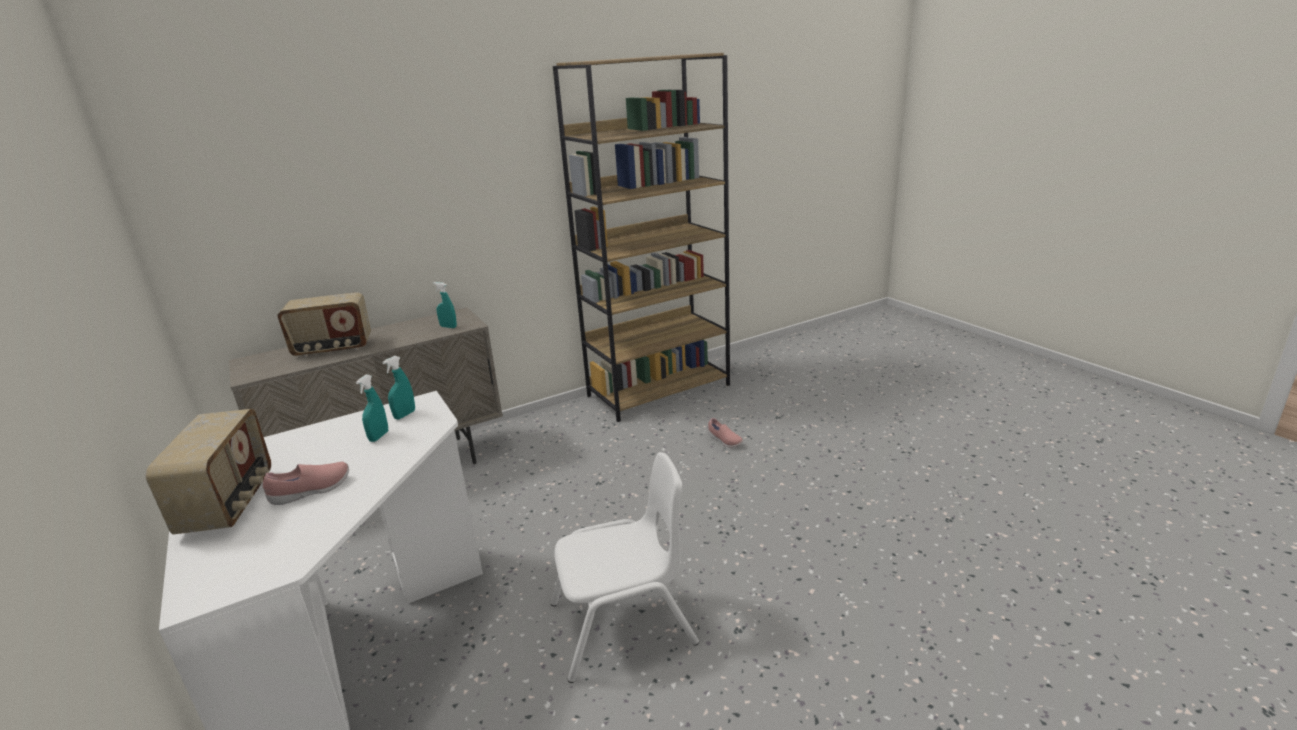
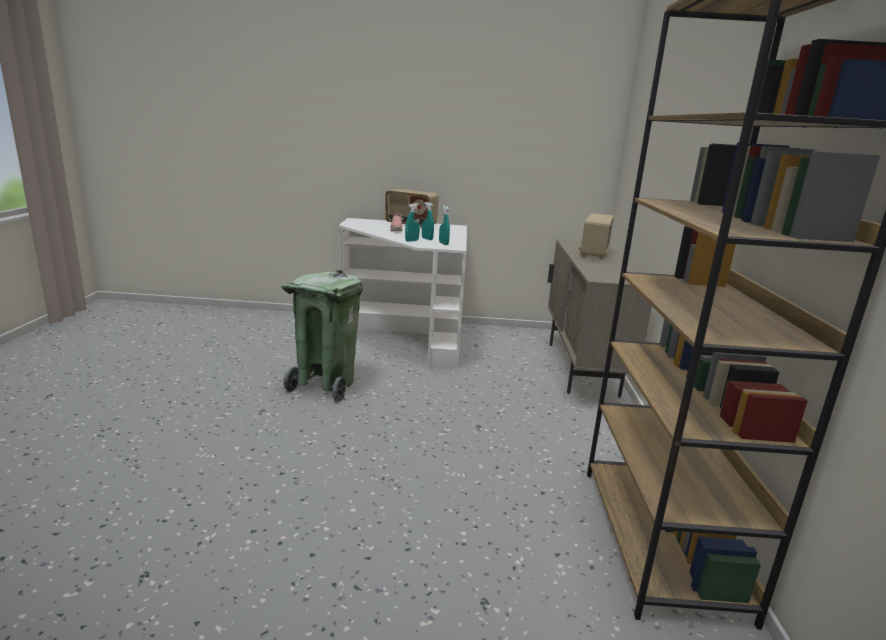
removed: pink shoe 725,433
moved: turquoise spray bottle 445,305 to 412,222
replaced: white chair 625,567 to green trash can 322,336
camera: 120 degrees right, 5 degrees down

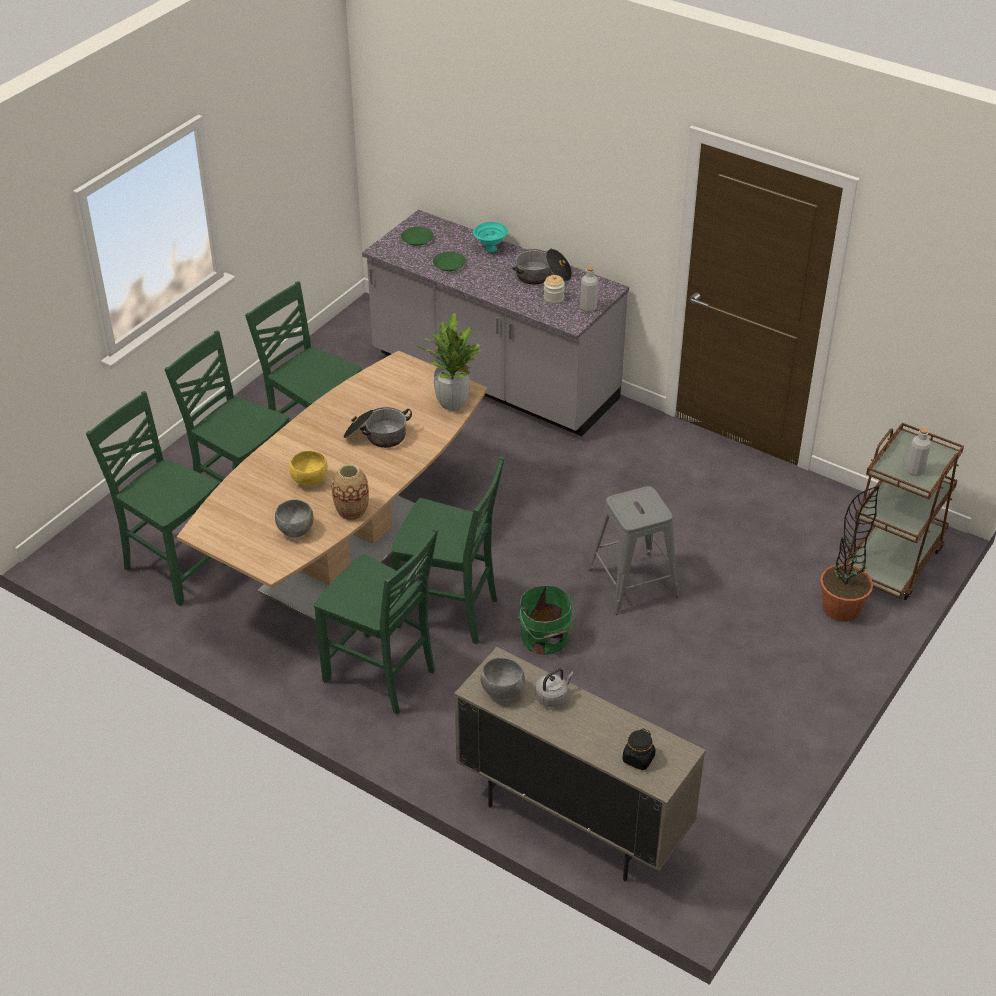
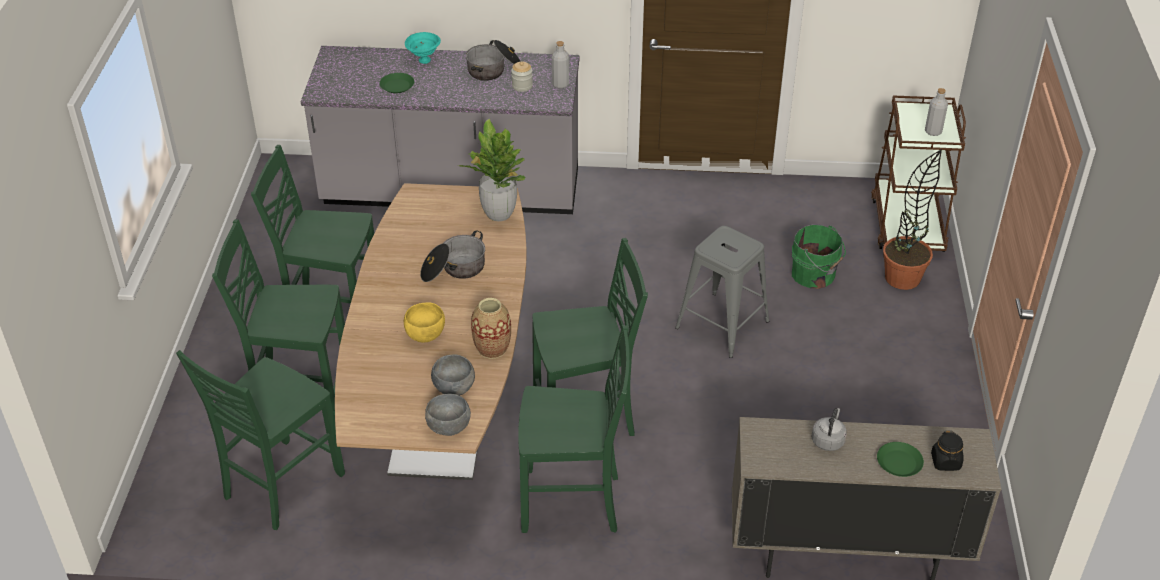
moved: green plate 417,236 to 900,459; grey bowl 502,679 to 448,415; green bucket 547,620 to 819,256
turned: green chair 156,498 = 260,440 60 degrees counterclockwise
camera: 30 degrees left, 0 degrees up

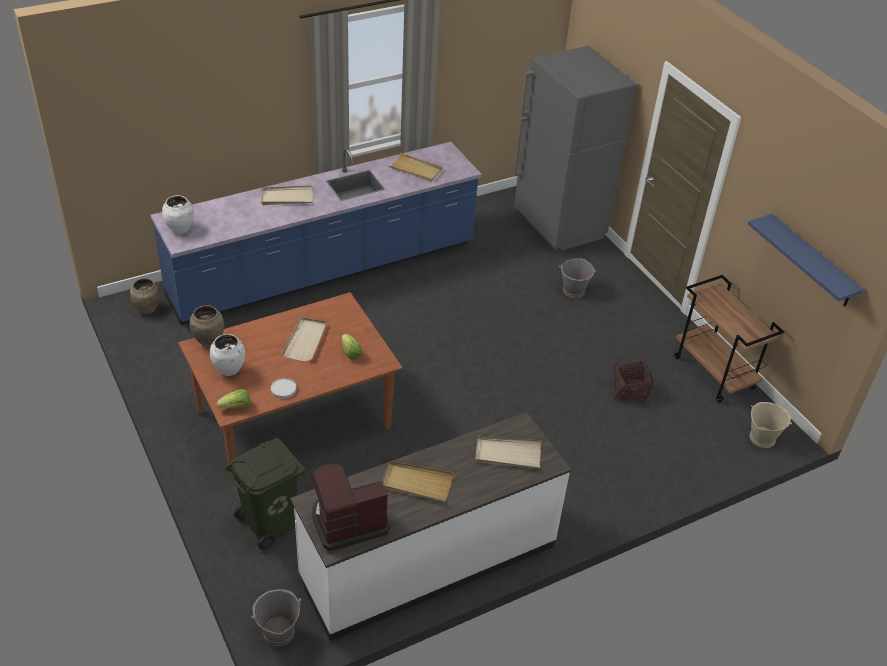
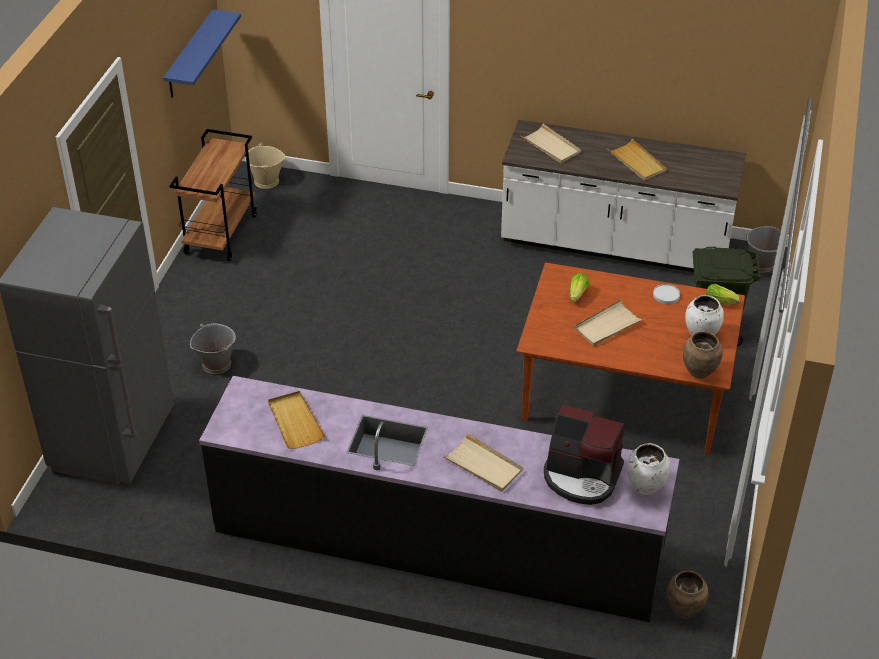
removed: basket 634,379
moved: coffee machine 351,507 to 584,454
recoloured: blue counter 316,233 to black counter 439,499
camera: 135 degrees left, 0 degrees up

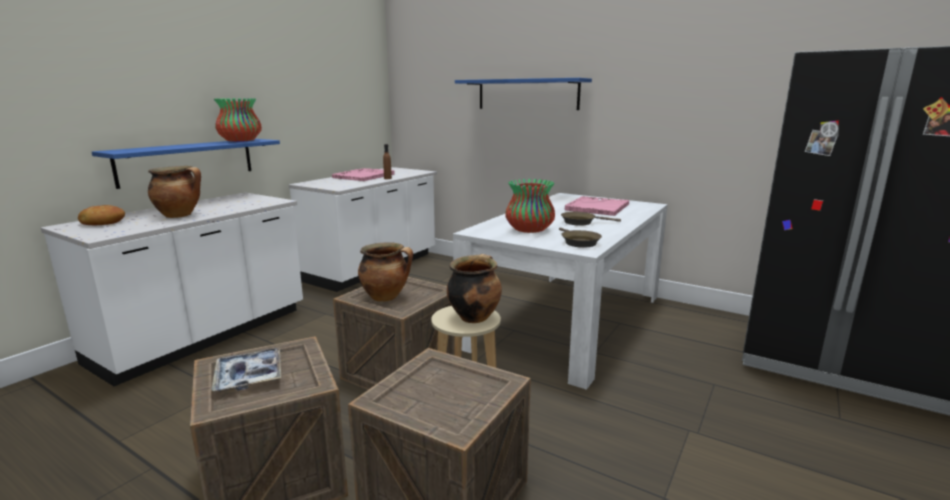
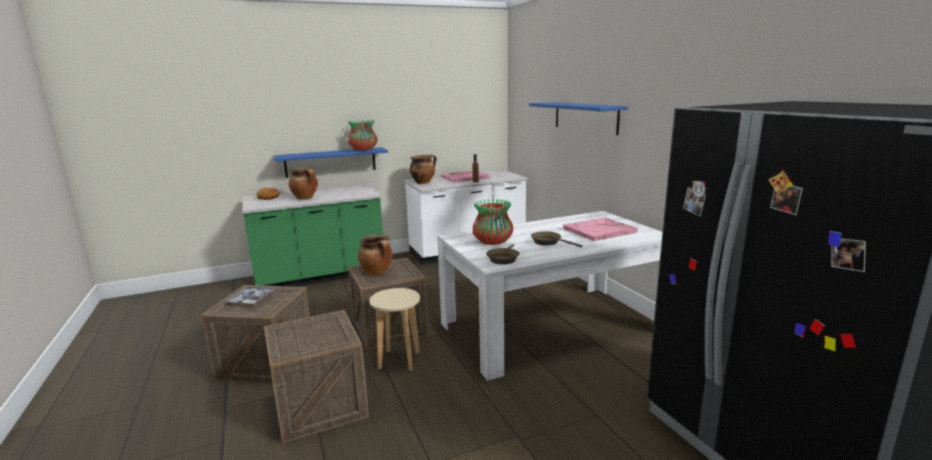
moved: cooking pot 474,288 to 423,169
recoloured: white counter 172,289 to green counter 312,235
camera: 35 degrees right, 0 degrees up

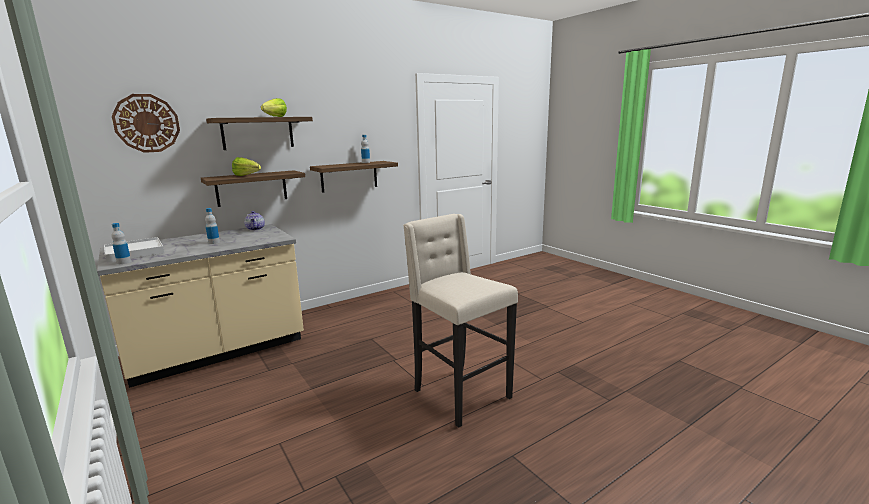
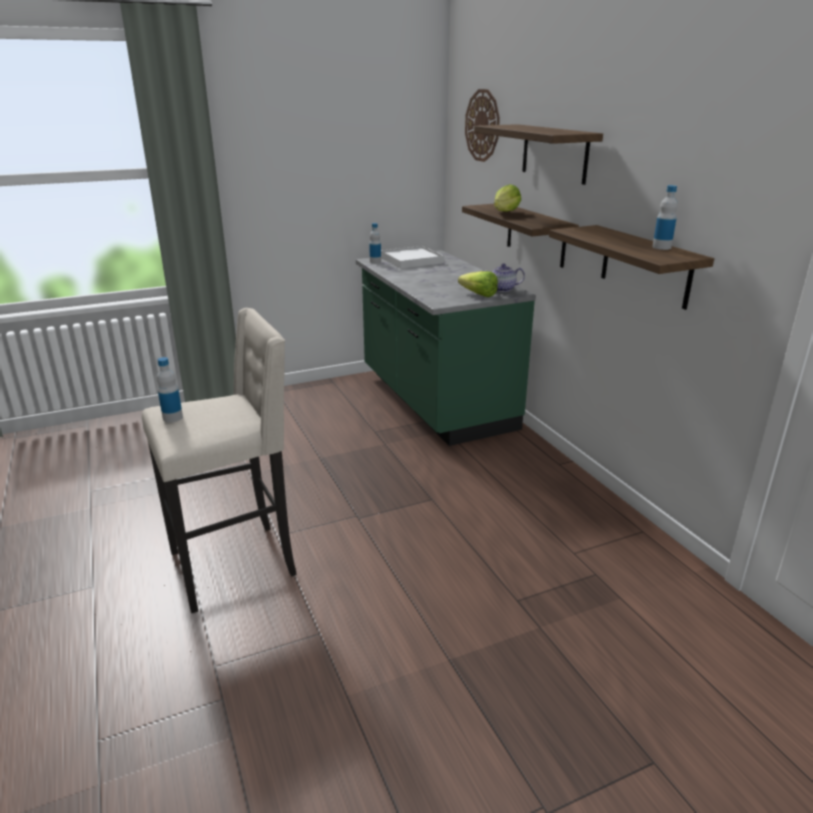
moved: bottle 212,226 to 170,390; lettuce 274,107 to 478,284
recoloured: beige counter 200,306 to green counter 446,348
camera: 100 degrees right, 10 degrees up

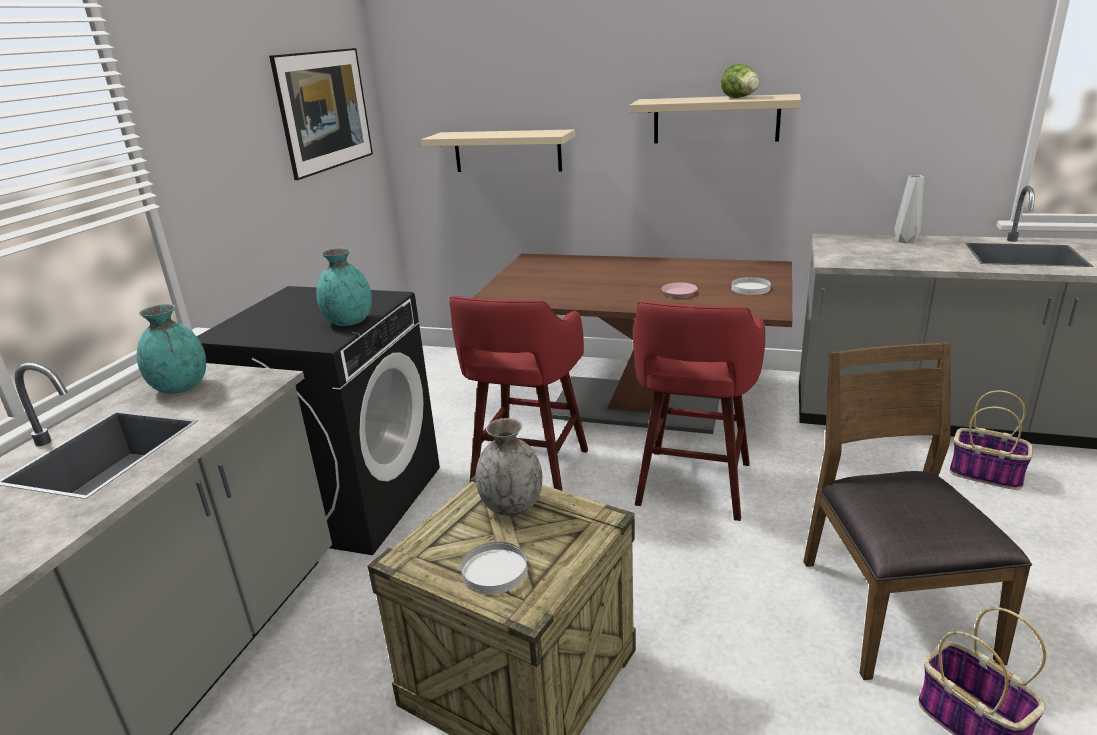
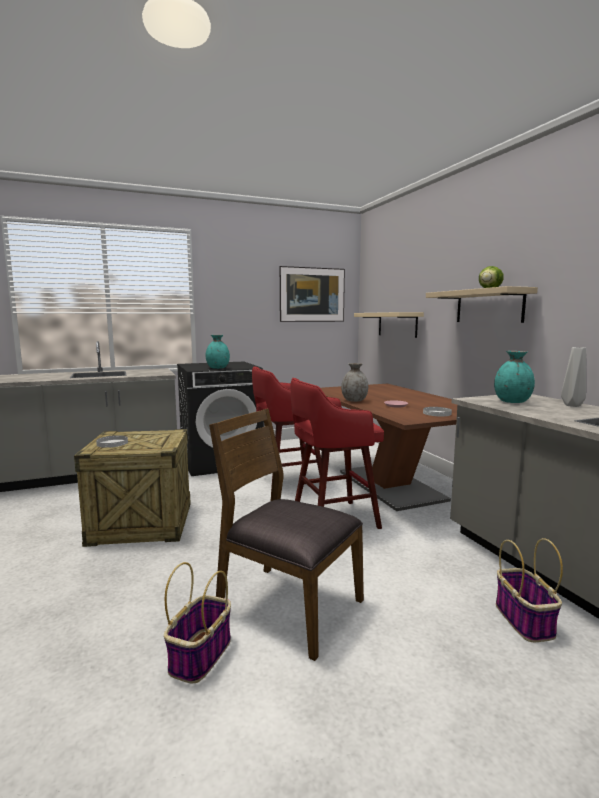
moved: turquoise vase 171,349 to 514,377; grey vase 509,467 to 354,382
turned: brown chair 917,511 = 286,534 105 degrees counterclockwise
camera: 50 degrees right, 15 degrees down

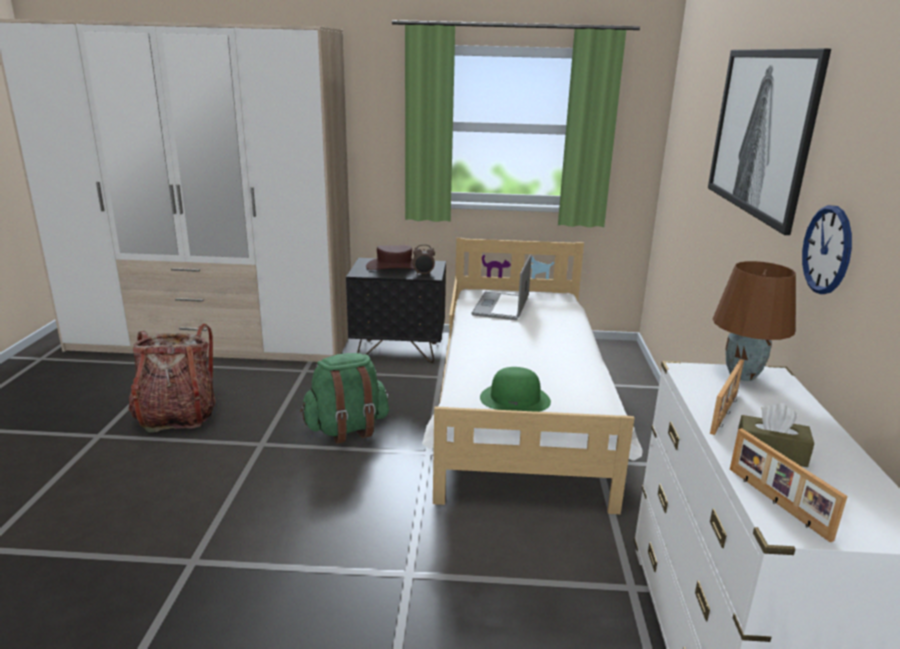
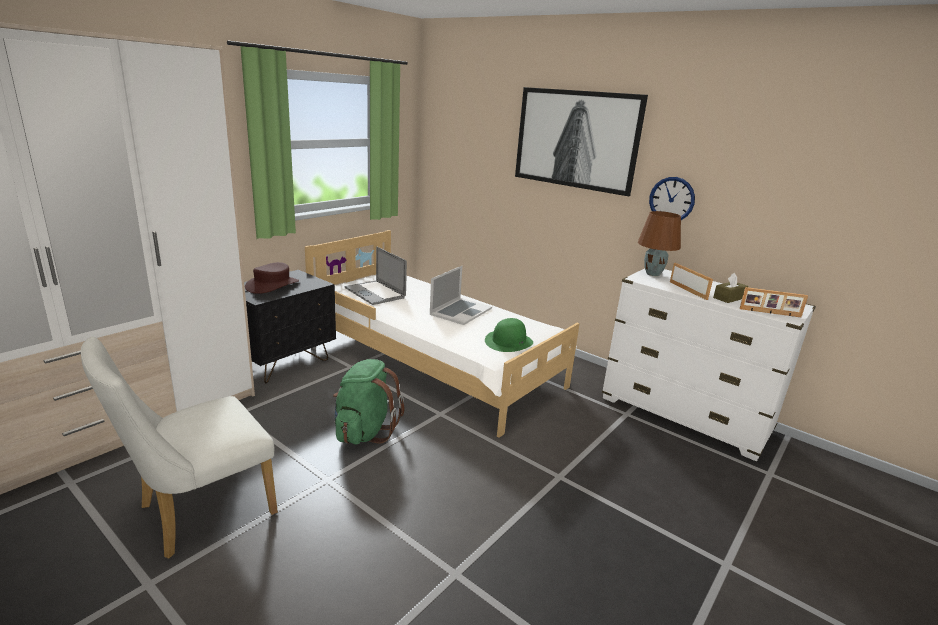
removed: alarm clock 423,259
added: laptop 461,295
replaced: backpack 172,378 to white chair 179,448
camera: 55 degrees left, 0 degrees up

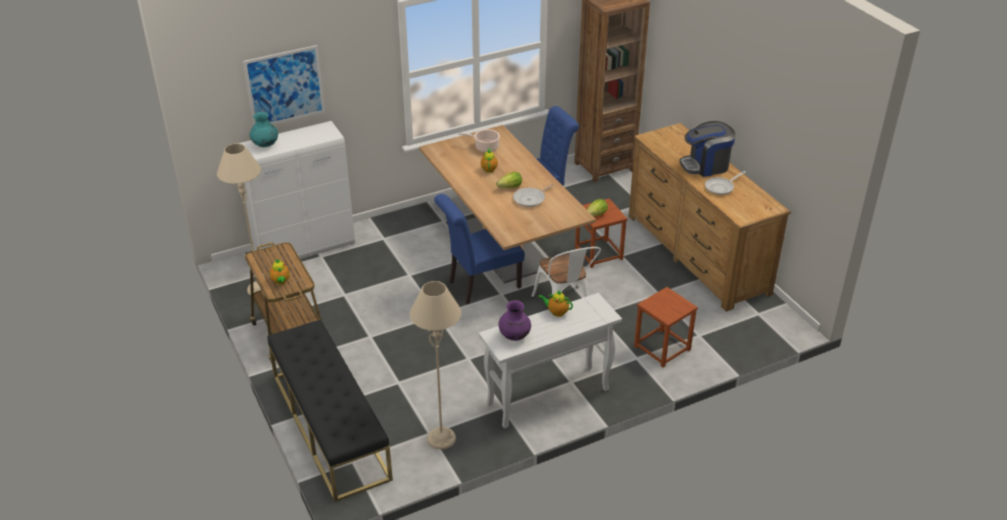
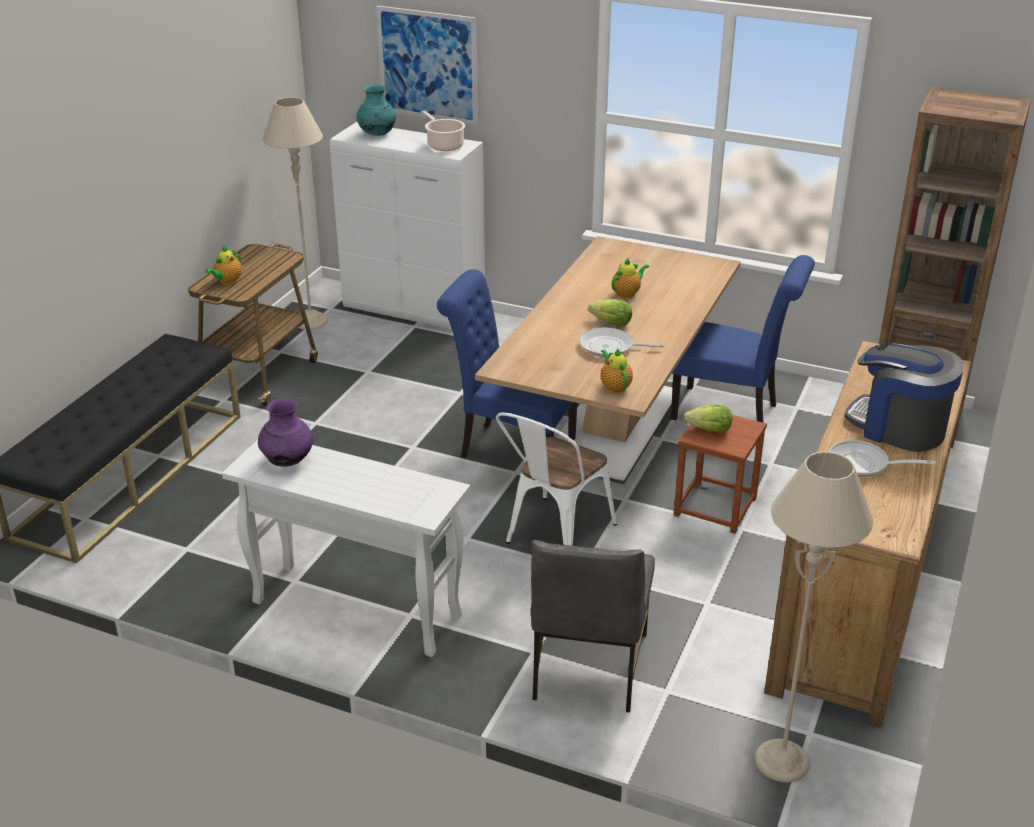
moved: beige floor lamp 435,365 to 813,617; cooking pot 479,140 to 443,130; teapot 555,304 to 617,370
replaced: brown stool 666,327 to grey chair 593,626
camera: 50 degrees right, 5 degrees down

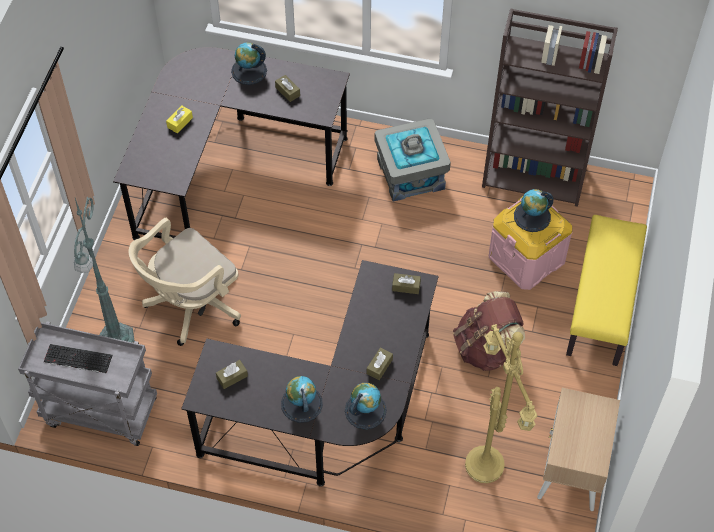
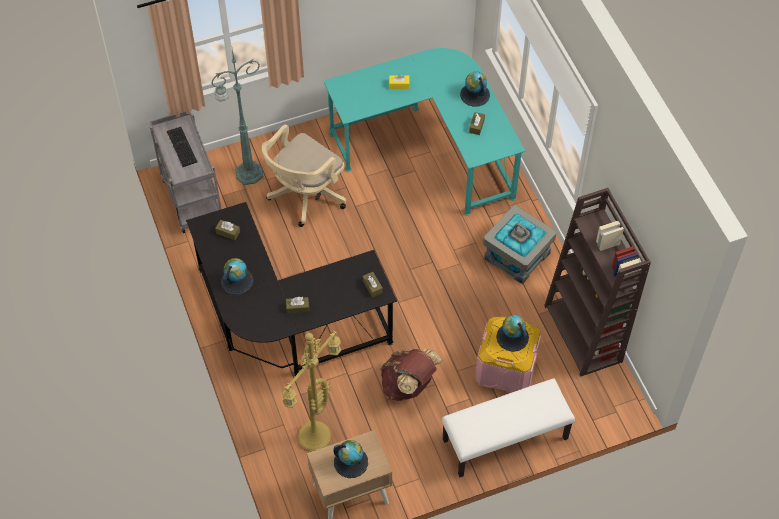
moved: globe 366,406 to 350,459
recoloured: black desk 231,143 to turquoise desk 424,132; yellow bench 606,290 to white bench 508,427
turned: beige office chair 185,282 = 304,175 60 degrees counterclockwise
camera: 55 degrees right, 0 degrees up

